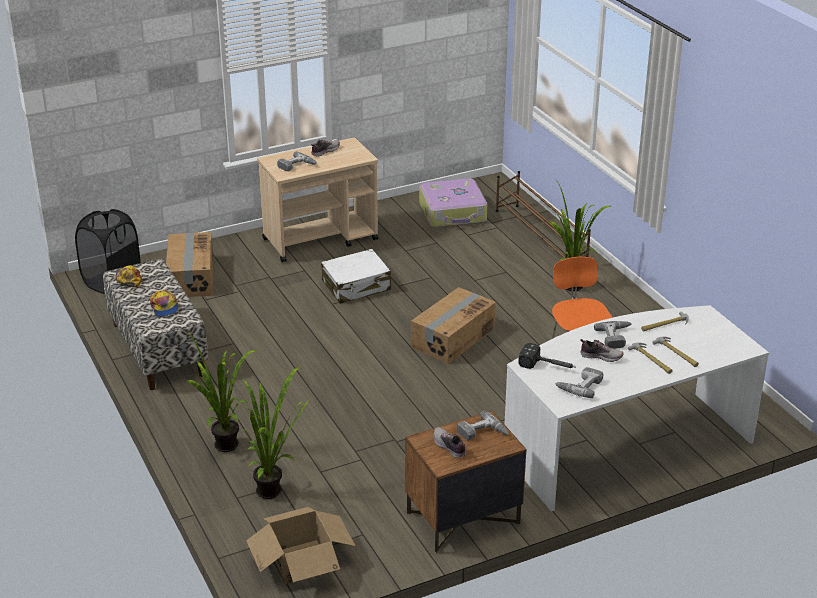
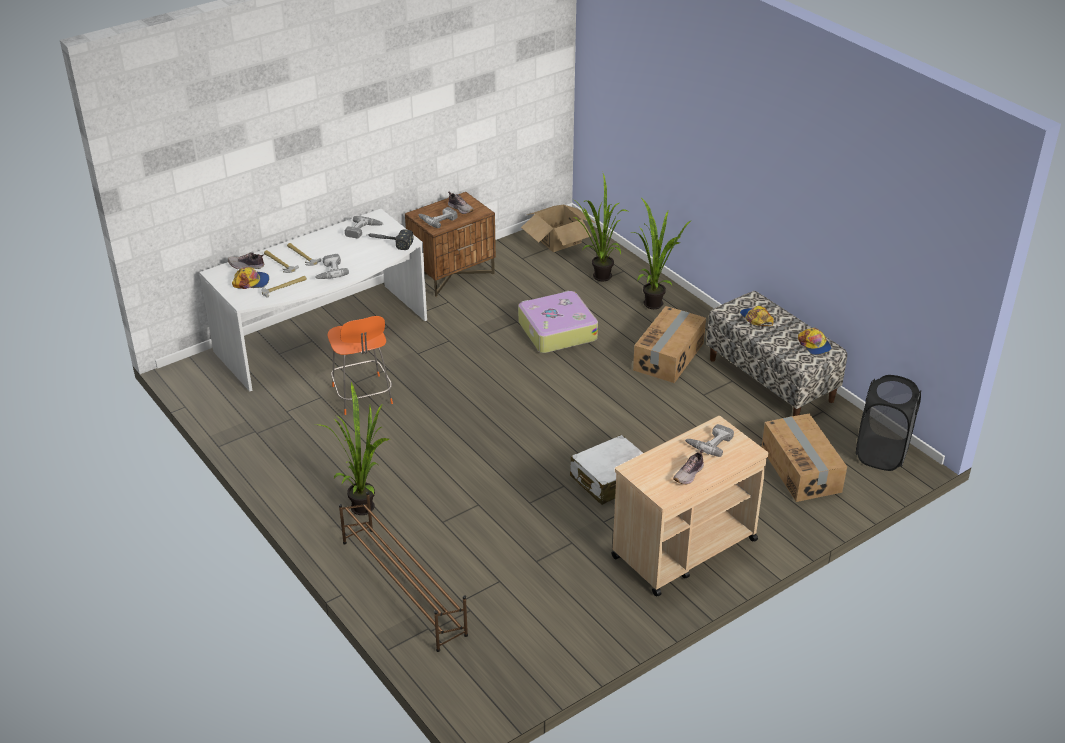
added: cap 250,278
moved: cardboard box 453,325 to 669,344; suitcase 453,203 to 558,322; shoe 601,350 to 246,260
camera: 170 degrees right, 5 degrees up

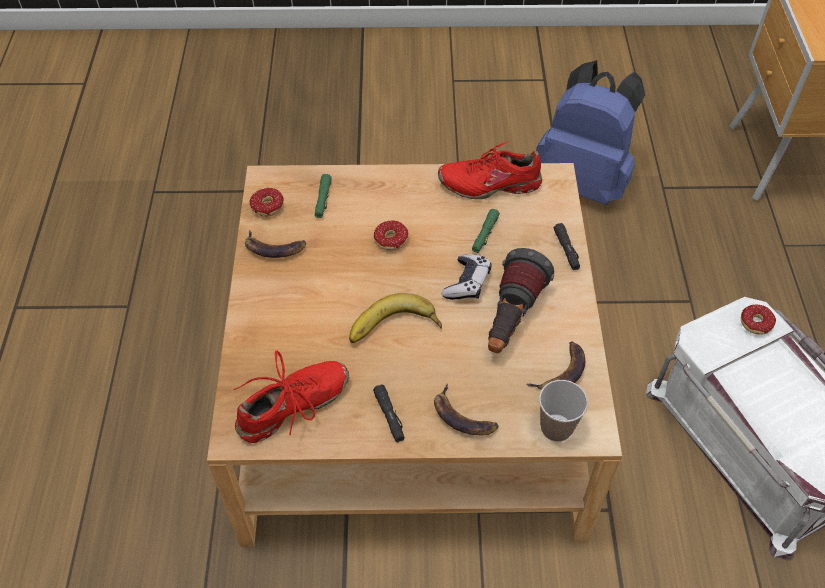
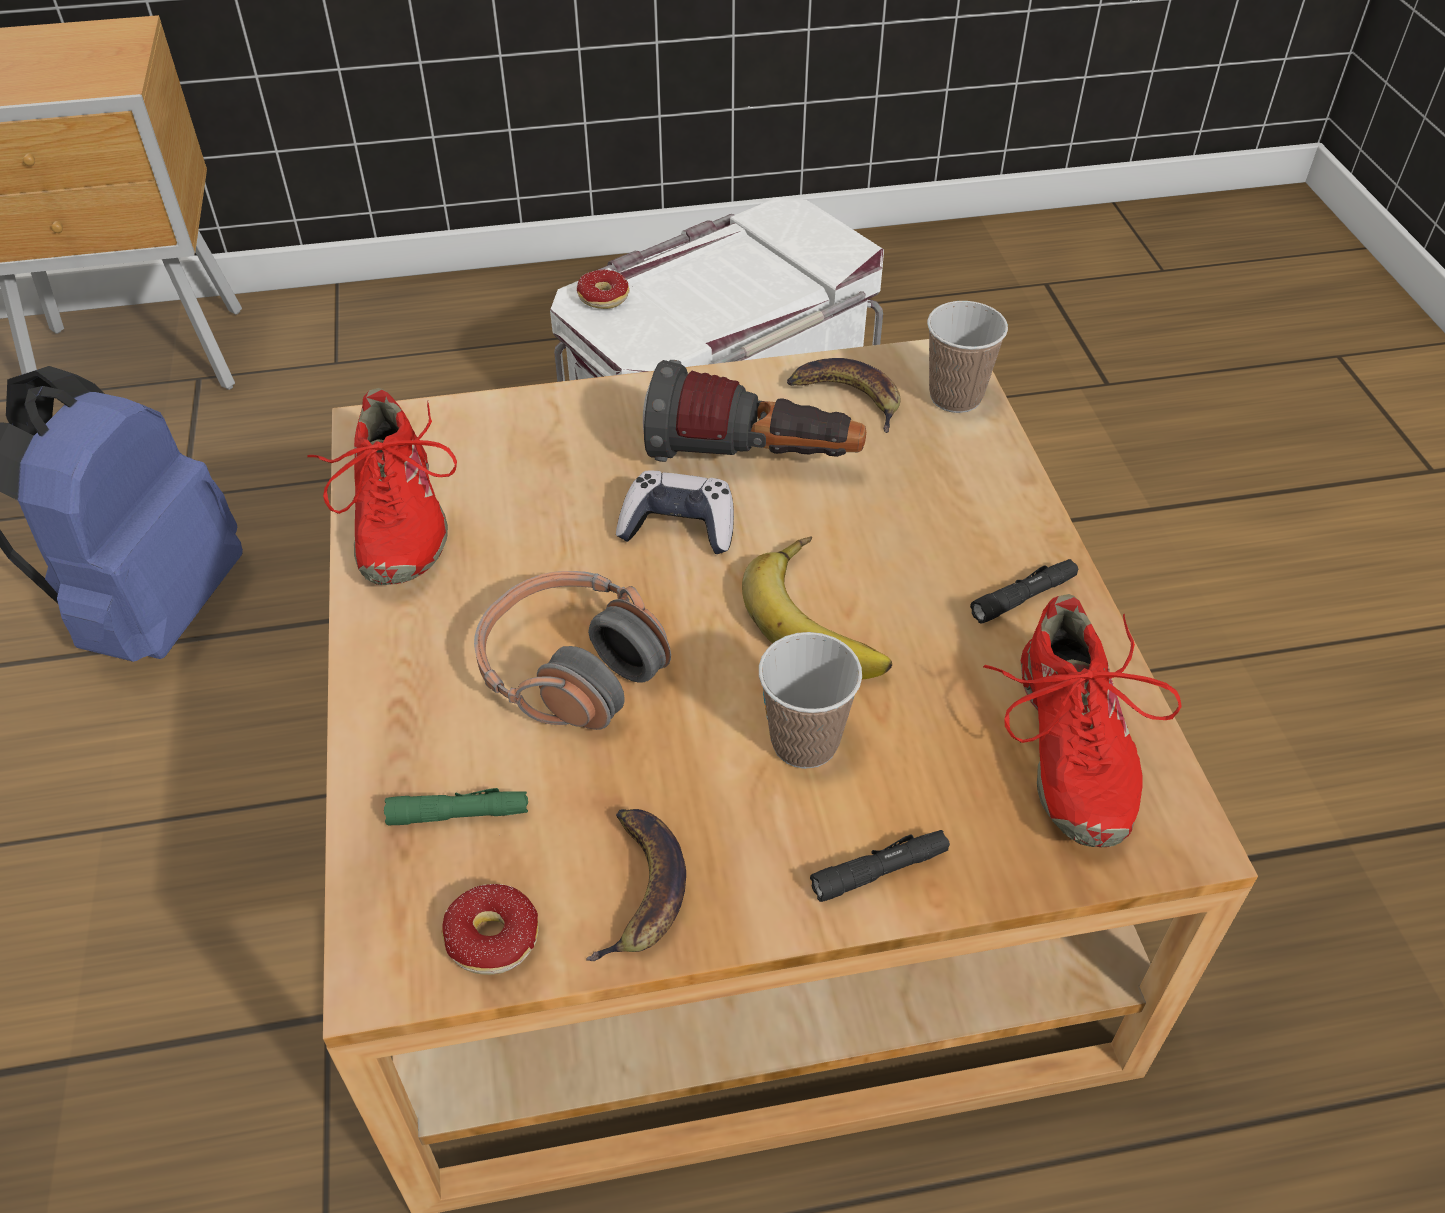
removed: banana 466,409; green flashlight 486,231
added: cup 810,700
moved: black flashlight 567,246 to 880,866
replaced: donut 382,236 to headphones 572,650
turned: red shoe 291,396 = 1082,720 135 degrees counterclockwise
camera: 100 degrees left, 5 degrees down

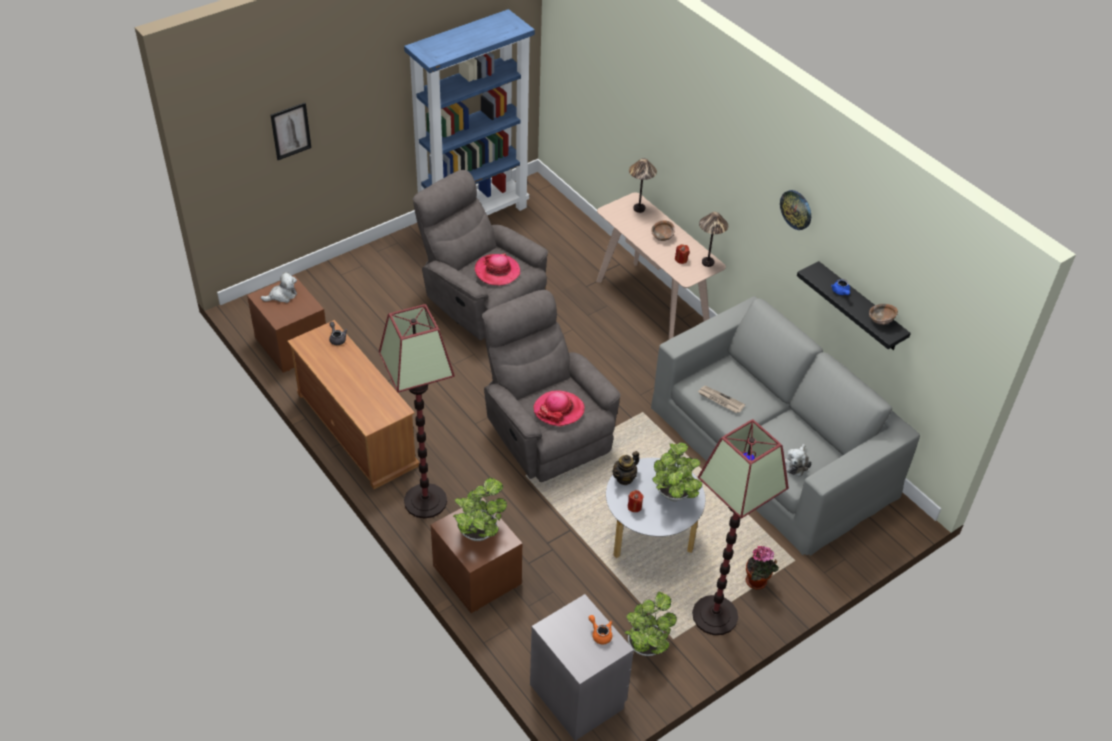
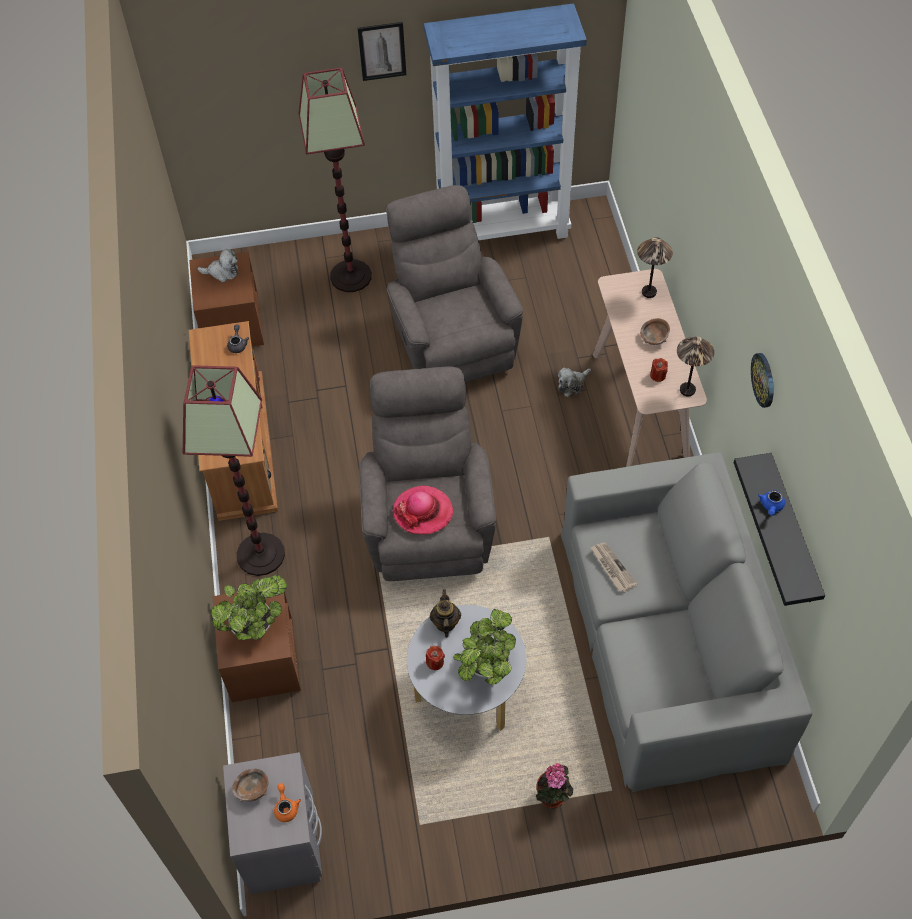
removed: hat 497,269; potted plant 651,623
moved: picture 290,131 to 382,51; floor lamp 740,527 to 335,180; plush toy 798,460 to 574,382; brown bowl 883,314 to 250,785
turned: teapot 625,468 = 445,613 105 degrees clockwise
camera: 30 degrees right, 10 degrees up

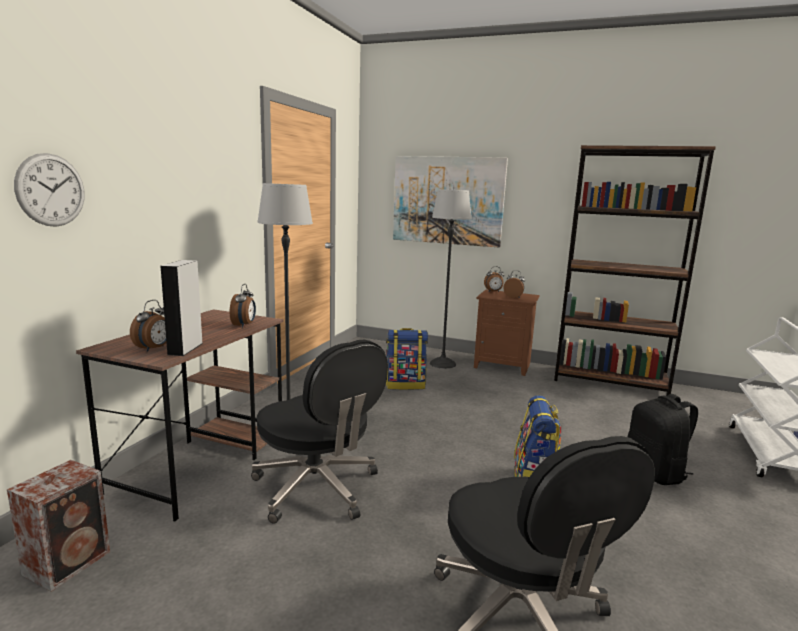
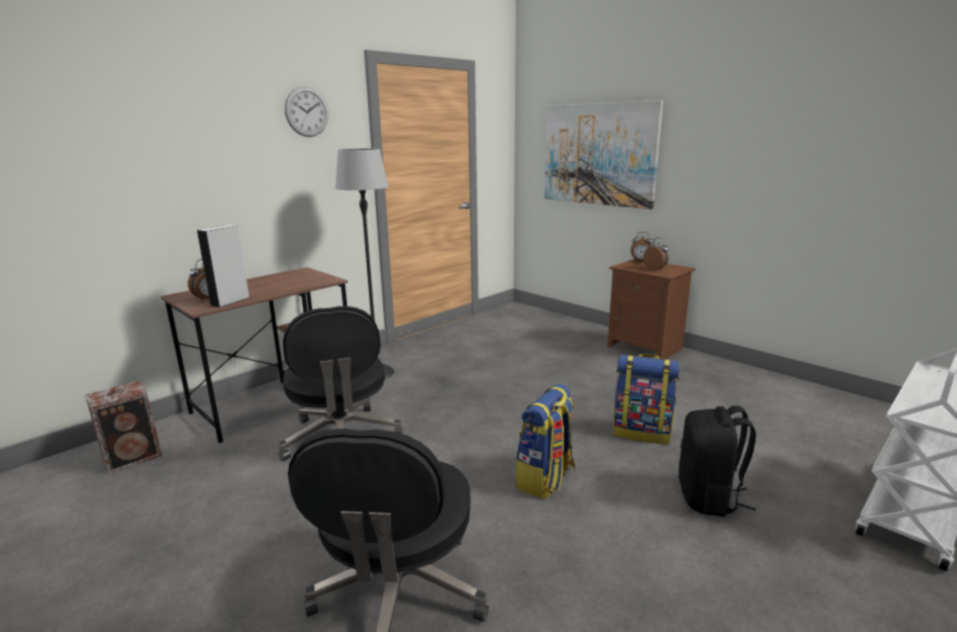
removed: alarm clock 243,306; floor lamp 451,279; brown bookcase 635,270
moved: wall clock 49,190 to 306,112; backpack 407,359 to 646,399
camera: 25 degrees right, 5 degrees up

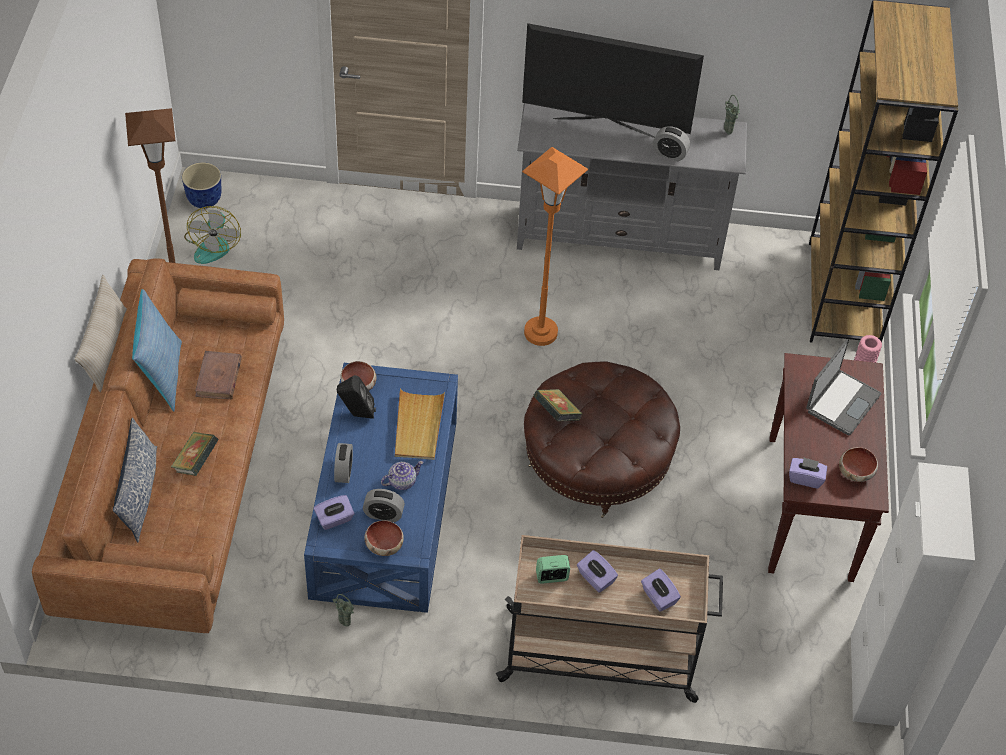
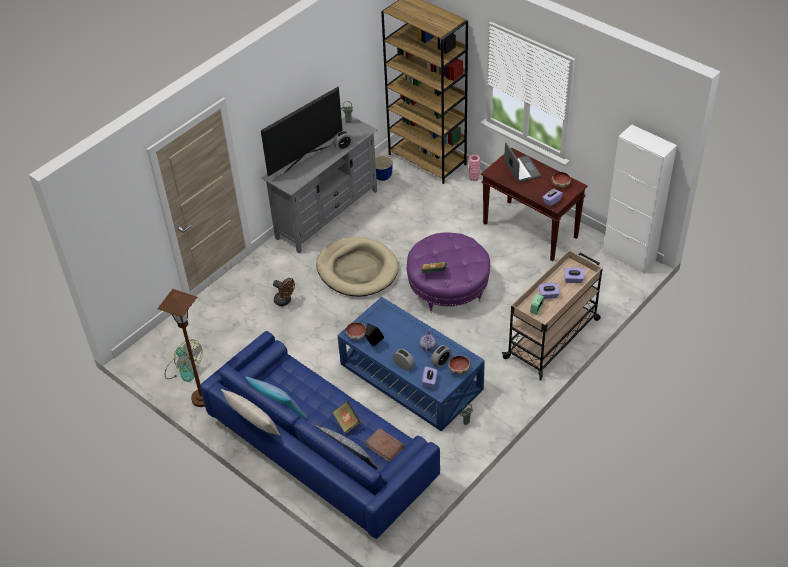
removed: beige tray 420,424
added: brown fan 284,292
moved: planter 201,185 to 384,168; brown book 218,375 to 385,445
replaced: orange floor lamp 555,246 to beige dog bed 357,266
recoloured: brown sofa 158,445 to blue sofa 320,435; brown ottoman 602,439 to purple ottoman 448,272
camera: 50 degrees left, 5 degrees down

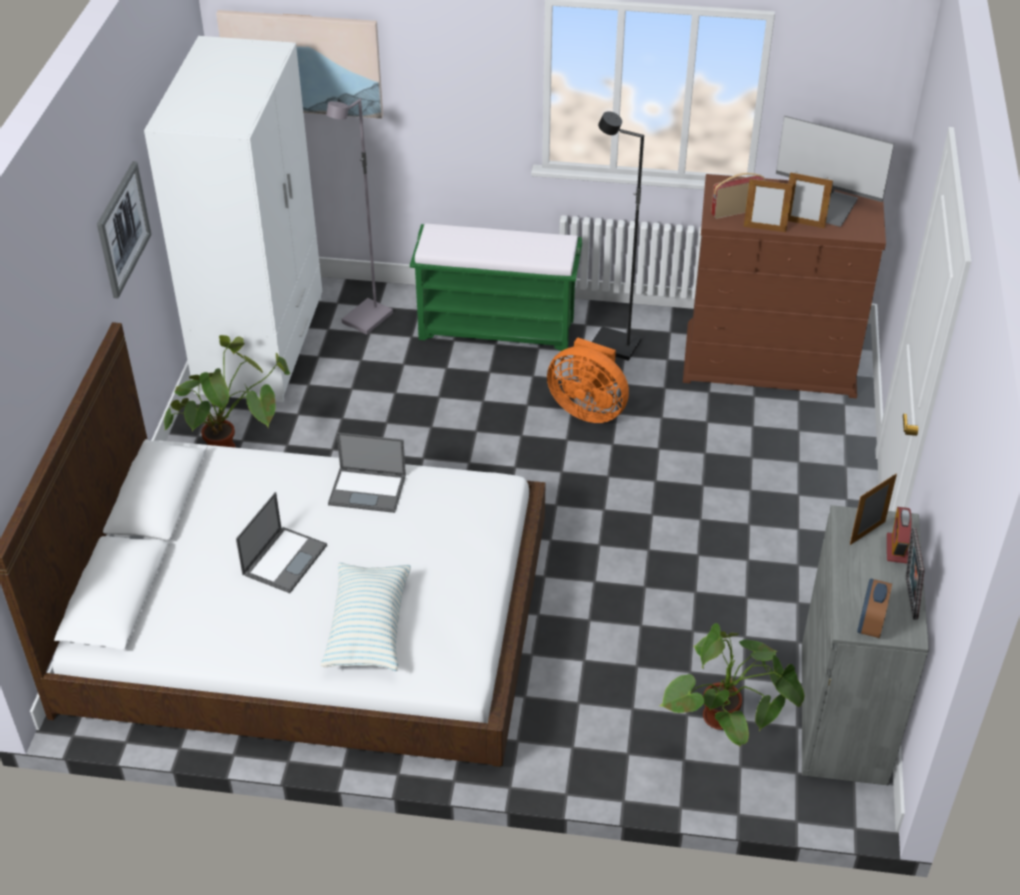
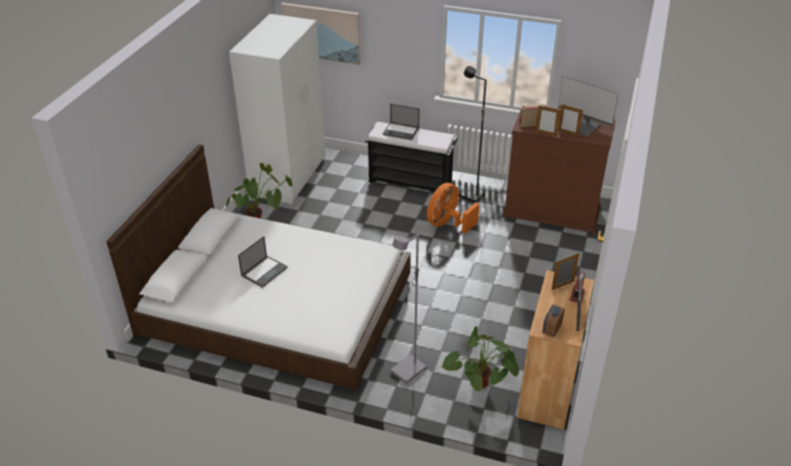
removed: picture 124,229; pillow 365,617
moved: grey floor lamp 359,217 to 408,309; laptop 367,472 to 401,121
recoloured: green bench 496,287 to black bench 411,157; grey cabinet 865,645 to brown cabinet 555,349
turned: orange fan 588,380 = 453,208 90 degrees clockwise
camera: 10 degrees right, 5 degrees down

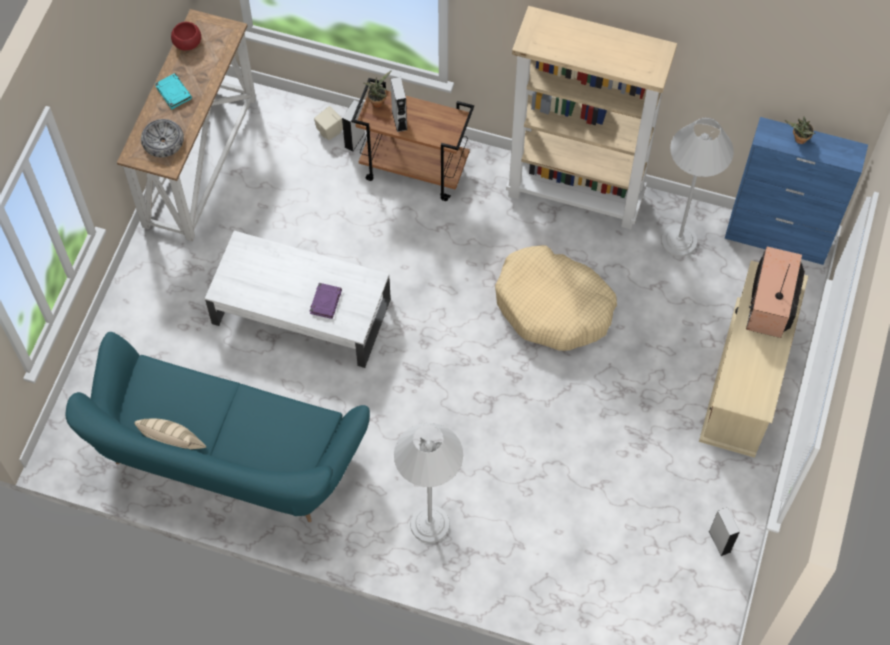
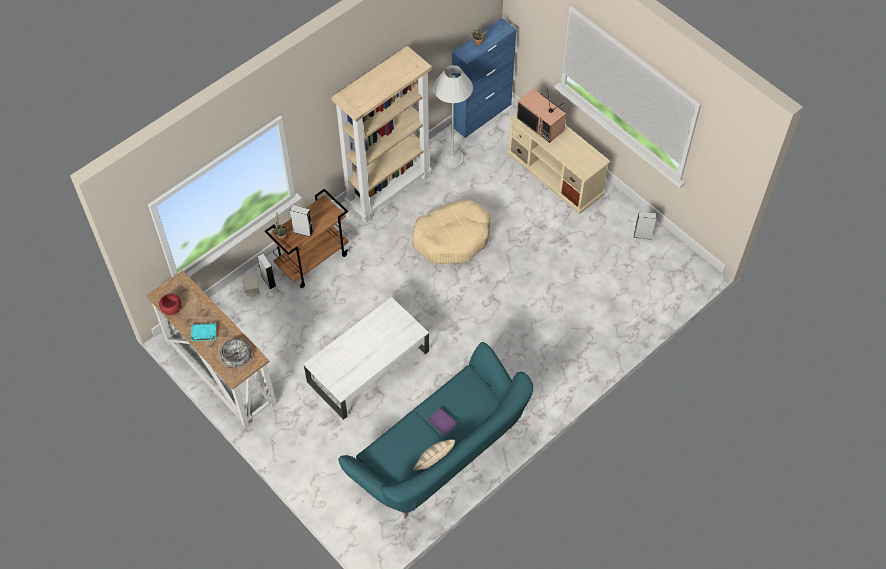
removed: white floor lamp 428,483
moved: purple book 326,301 to 443,421
camera: 60 degrees left, 5 degrees down

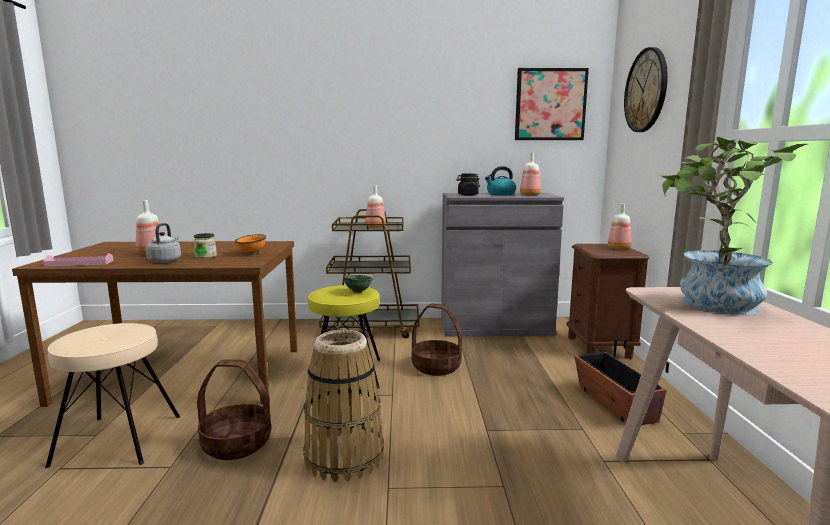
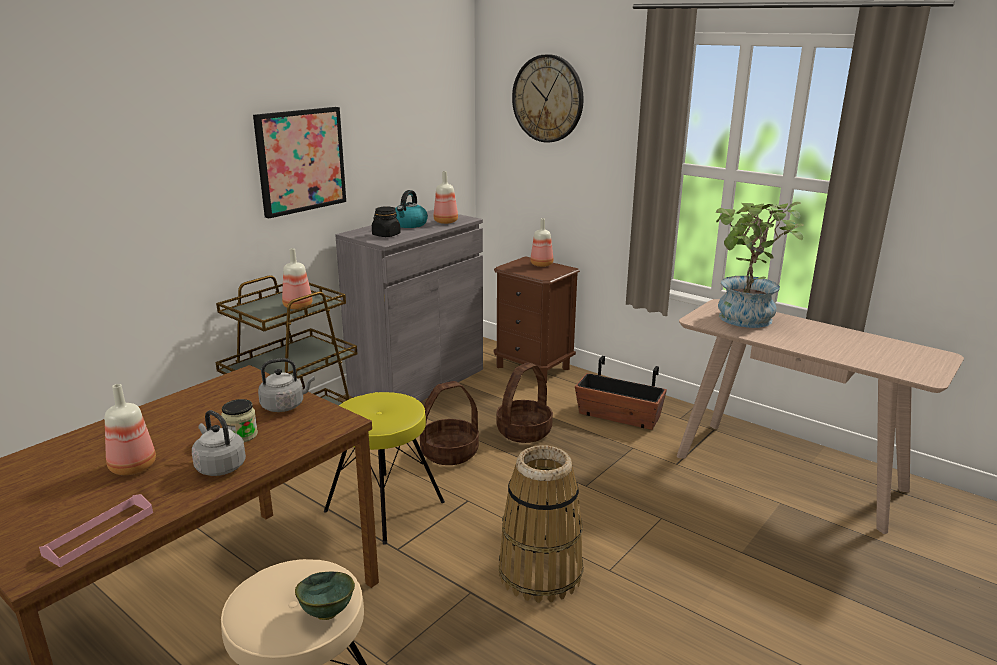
moved: basket 234,409 to 525,402; green bowl 358,284 to 325,595; picture 552,104 to 299,162
replaced: orange bowl 250,244 to grey kettle 286,385
camera: 50 degrees left, 10 degrees up

